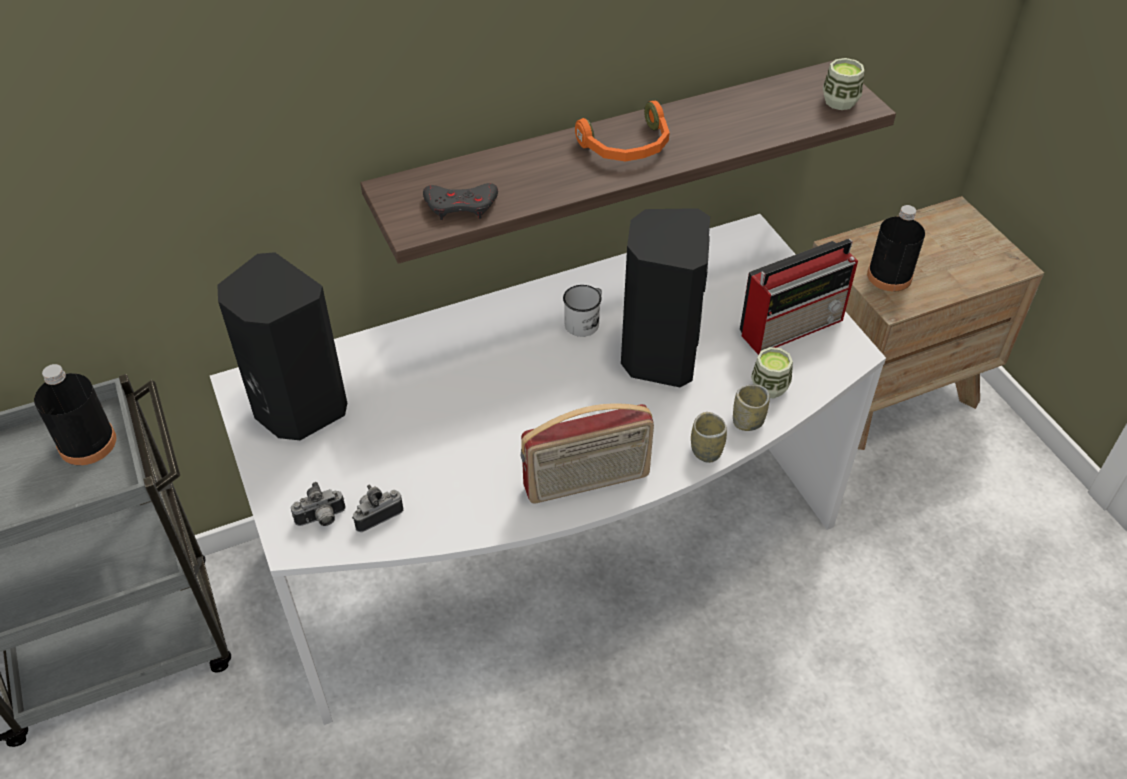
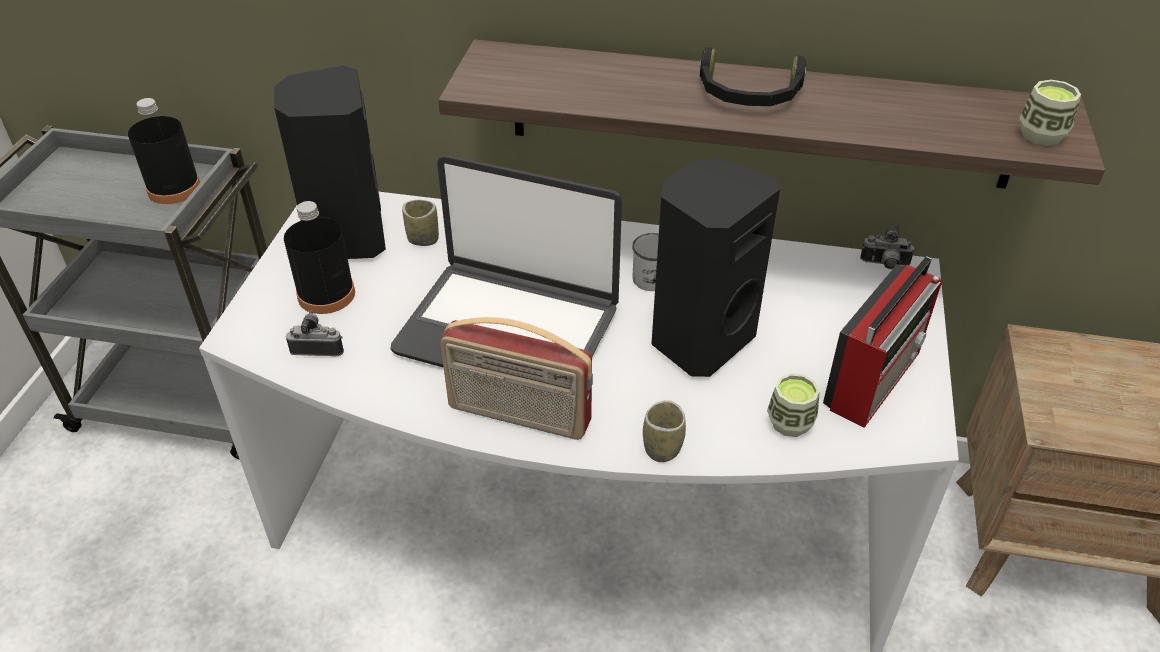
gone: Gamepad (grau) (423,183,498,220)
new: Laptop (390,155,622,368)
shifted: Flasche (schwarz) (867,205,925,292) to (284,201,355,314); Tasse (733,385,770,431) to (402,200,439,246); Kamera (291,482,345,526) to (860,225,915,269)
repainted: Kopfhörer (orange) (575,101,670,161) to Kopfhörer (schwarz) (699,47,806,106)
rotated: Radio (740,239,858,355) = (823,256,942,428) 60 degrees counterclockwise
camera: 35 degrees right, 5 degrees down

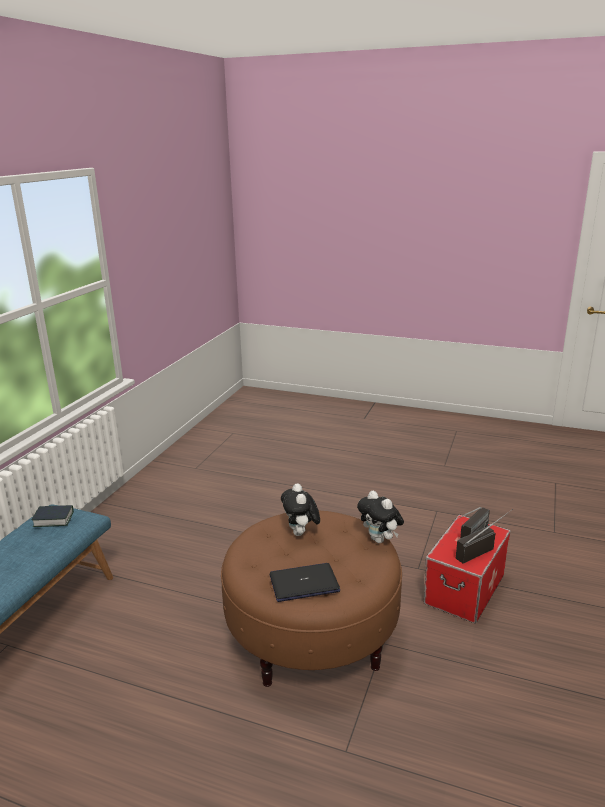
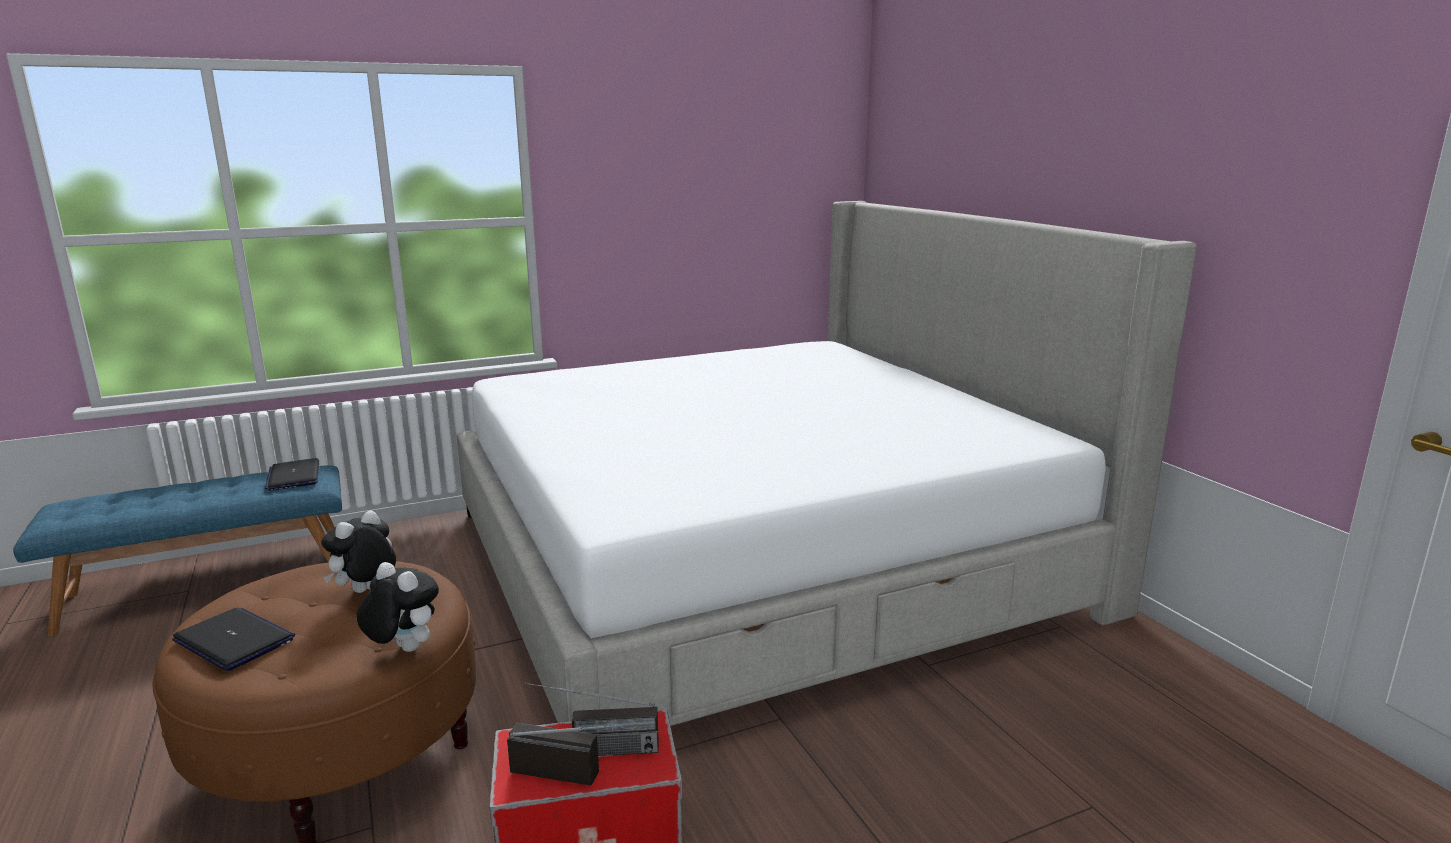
new: Bett (457,201,1197,726)
swapped: Buch (32,505,74,527) to Laptop (265,458,319,491)
rotated: Plüschtier (357,491,404,543) = (357,562,439,652) 120 degrees clockwise
camera: 45 degrees right, 5 degrees down

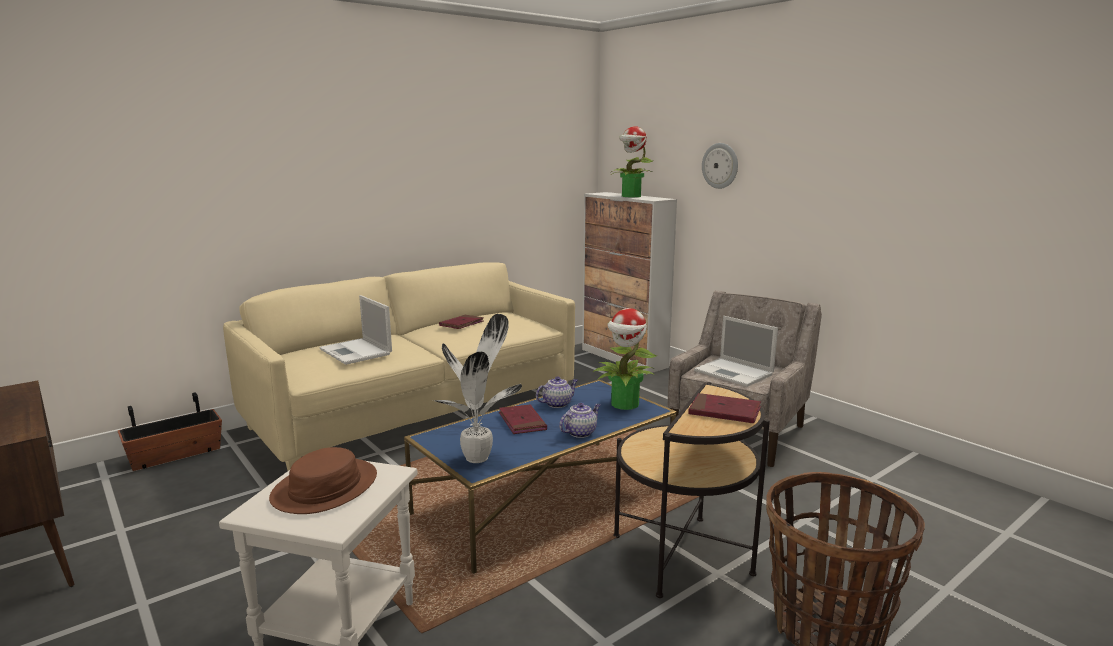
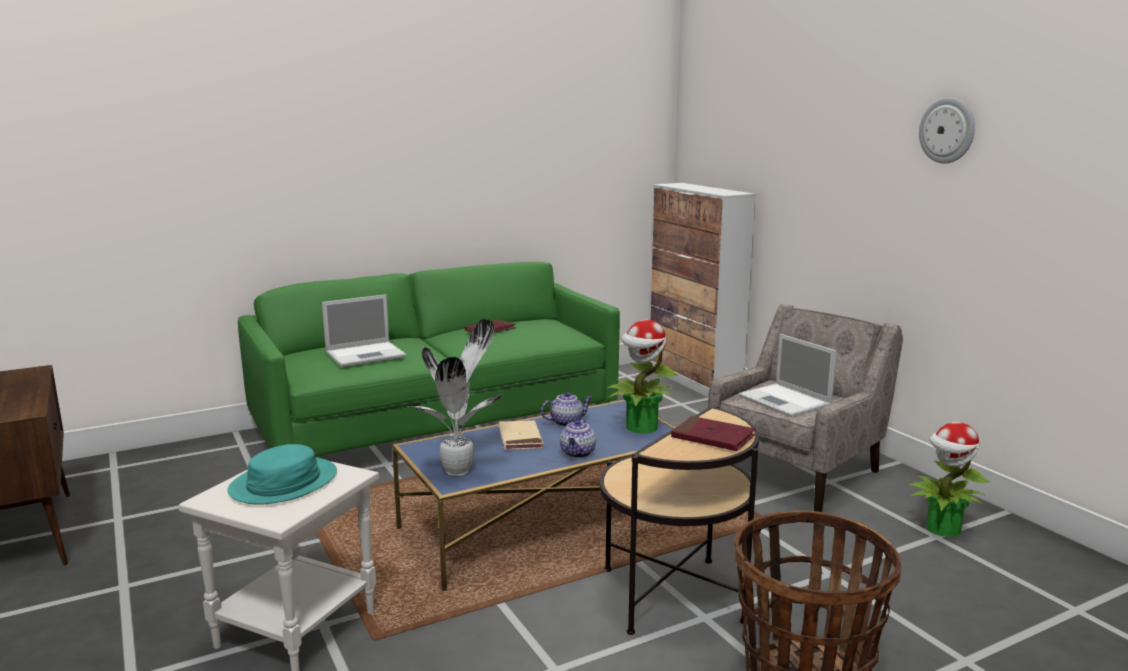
gone: Pflanzkübel (118,392,222,471)
shifted: Topfpflanze (611,126,653,197) to (908,422,989,537); Wanduhr (702,143,738,189) to (919,97,975,164)
repainted: Sofa (beige) (223,262,575,471) to Sofa (grün) (238,262,620,457); Buch (rot) (499,404,547,434) to Buch (beige) (499,421,544,450); Hut (braun) (269,447,377,514) to Hut (türkis) (228,444,337,505)
rotated: Laptop (319,295,392,365) = (322,294,406,367) 90 degrees counterclockwise; Teekanne (559,403,600,438) = (560,418,596,458) 135 degrees clockwise
camera: 10 degrees right, 0 degrees up

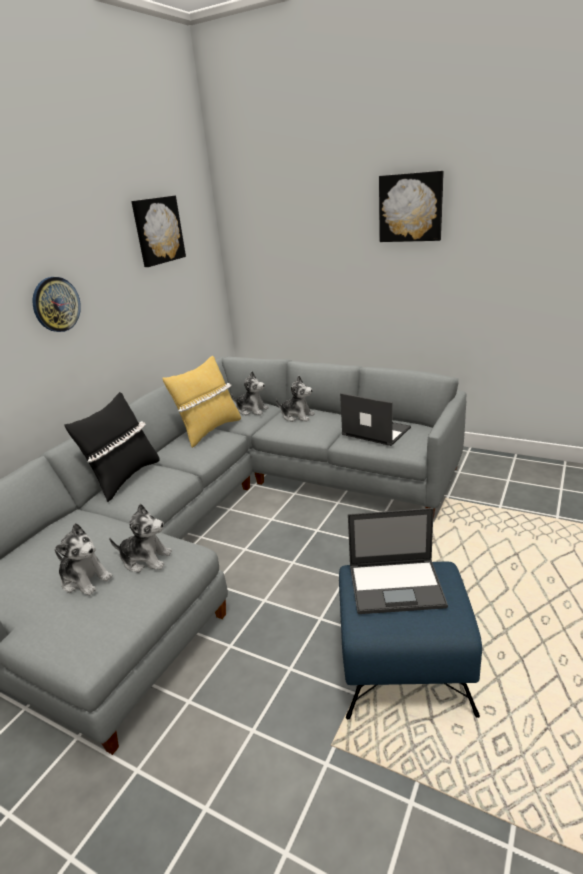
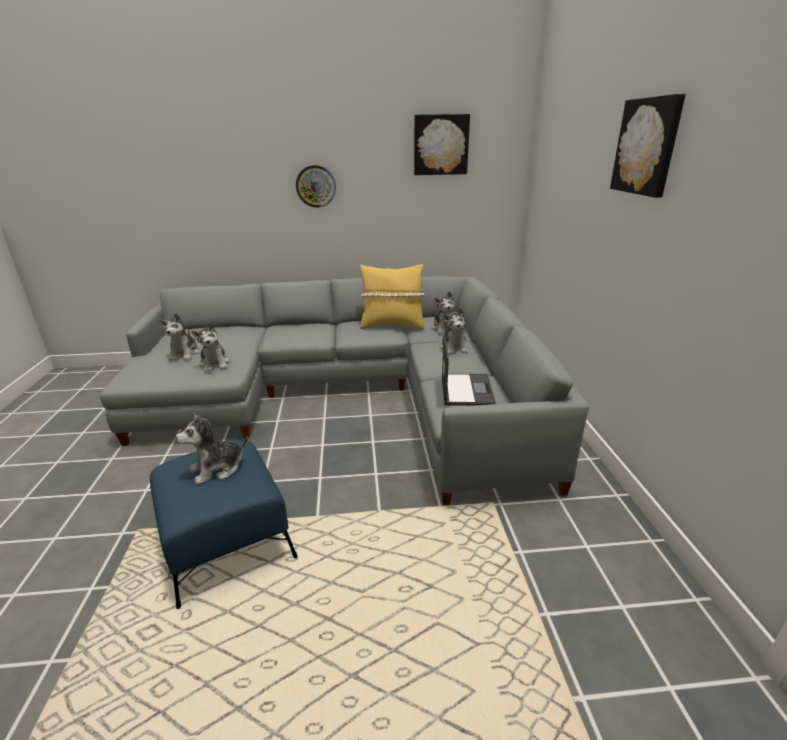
gone: Kissen (schwarz) (64,392,160,502)
swapped: Laptop (348,508,448,614) to Plüschtier (176,413,248,485)
camera: 55 degrees right, 0 degrees up

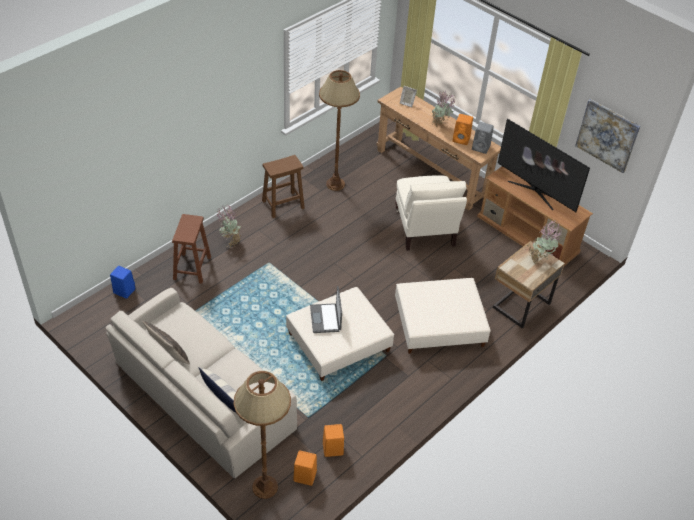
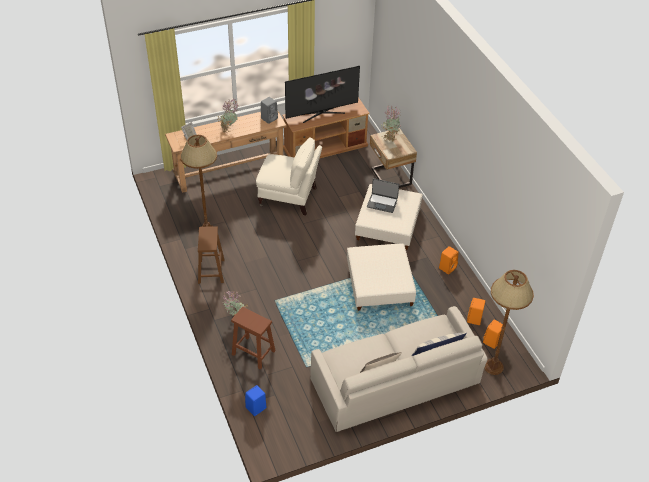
gone: Bild (575,99,641,173)
shifted: Lautsprecher (orange) (452,114,473,145) to (439,246,459,274); Laptop (310,286,342,333) to (367,178,399,213)
camera: 65 degrees left, 0 degrees up

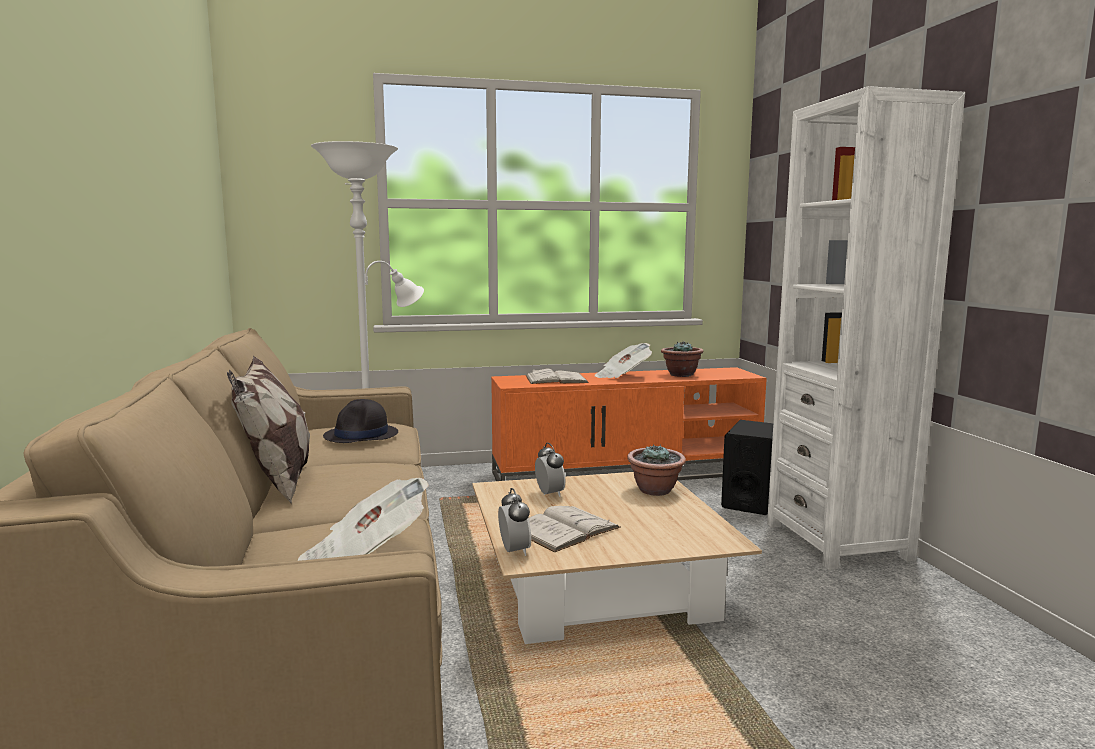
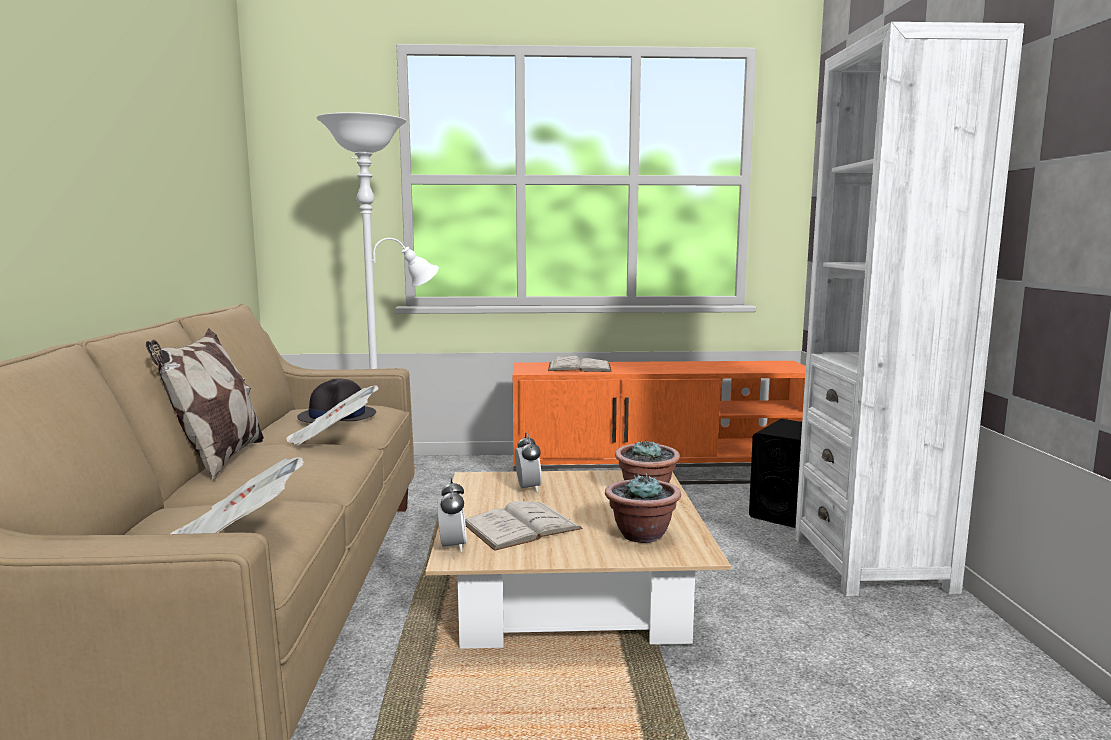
shifted: Topfpflanze (661,341,704,377) to (605,473,681,543); Zeitung (595,343,652,378) to (286,385,378,445)
camera: 10 degrees right, 0 degrees up

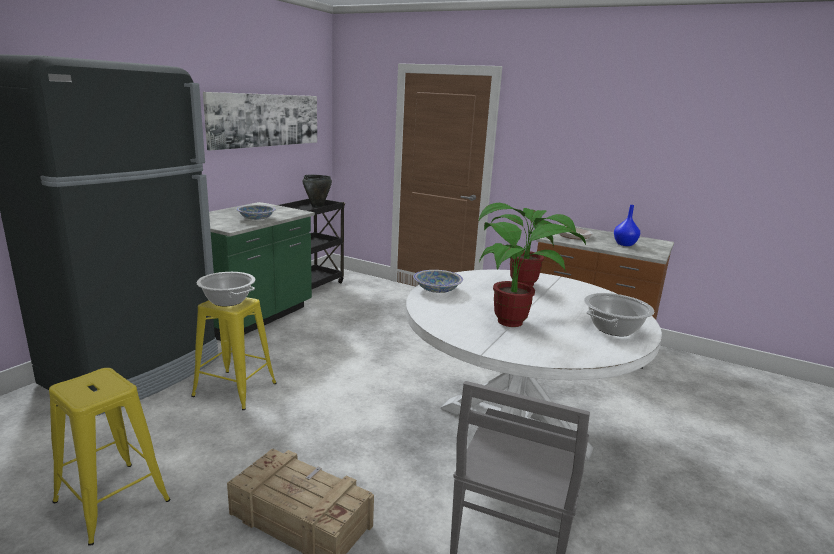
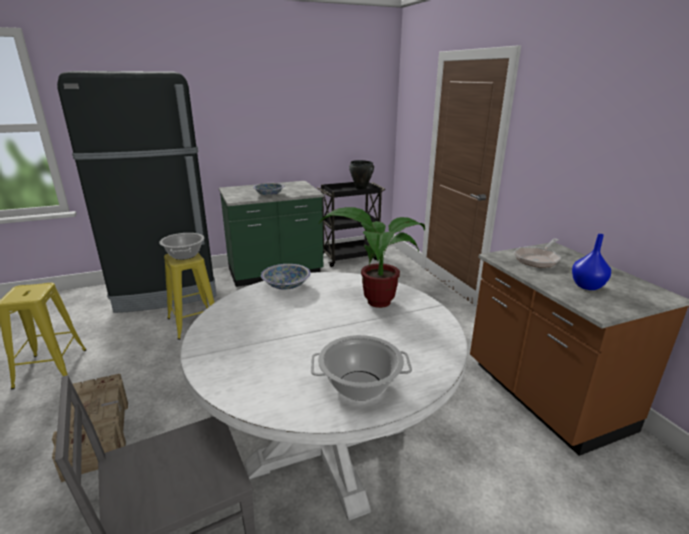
gone: Bild (203,92,317,150); Topfpflanze (479,222,586,327)
camera: 40 degrees right, 5 degrees up

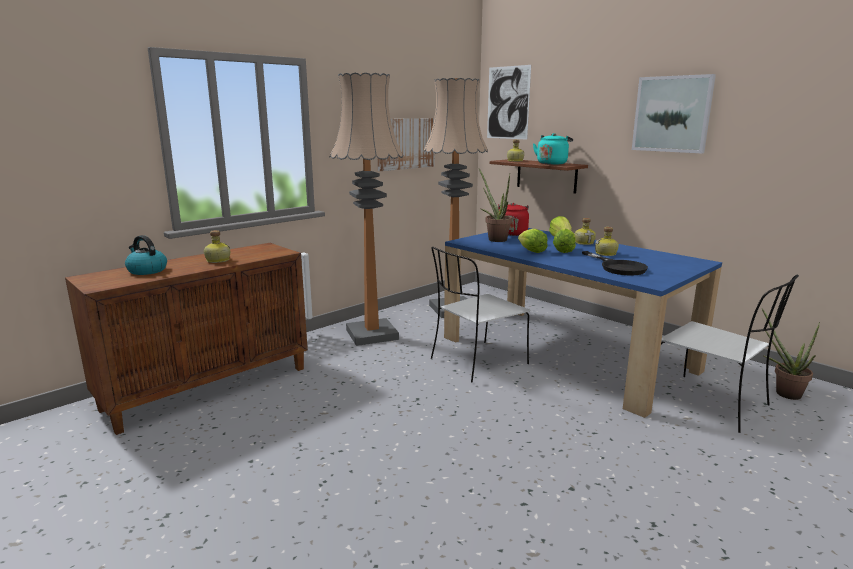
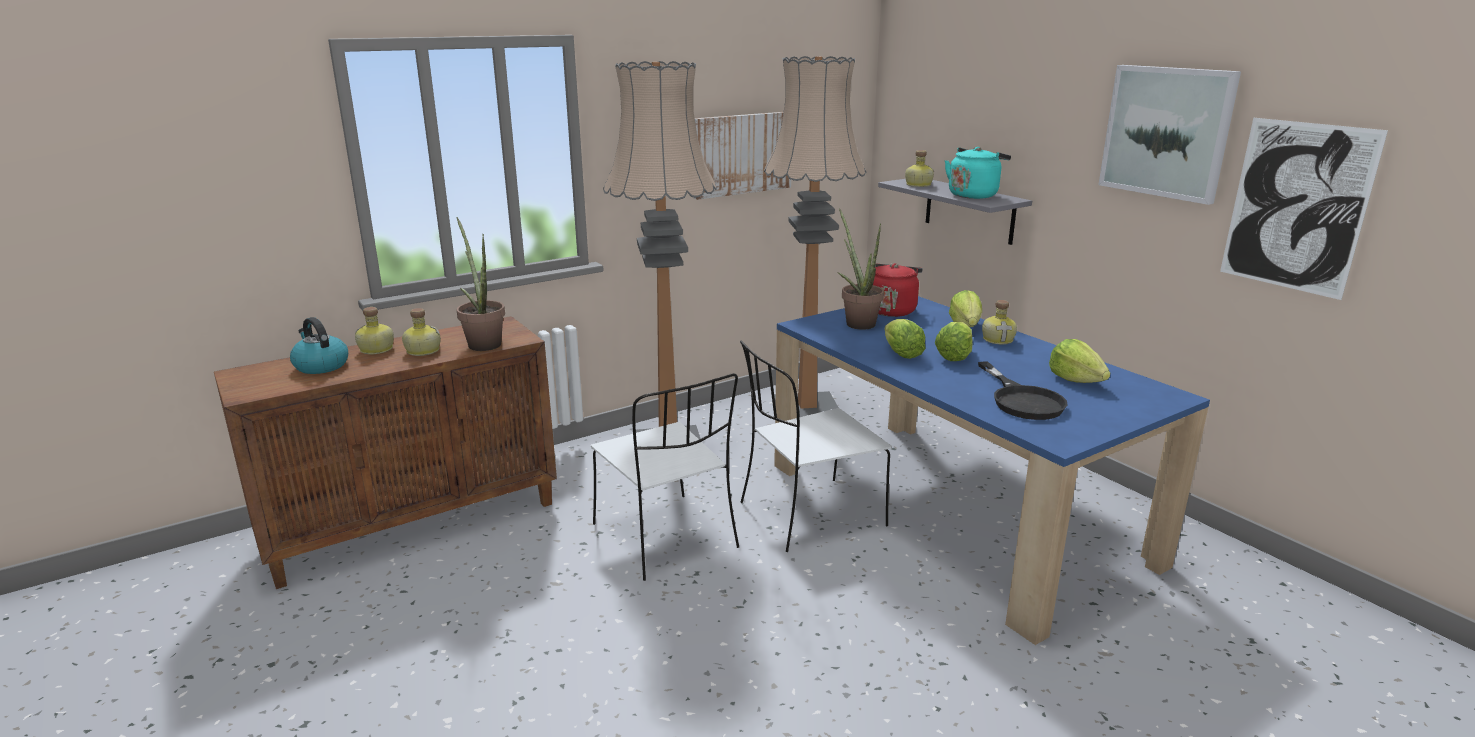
new: Salatkopf (1049,339,1110,383)
shifted: Bild (487,65,531,140) to (1220,118,1388,300); Flasche (595,227,619,256) to (355,307,394,354); Stuhl (weiß) (661,274,799,433) to (591,373,739,581); Topfpflanze (762,308,820,400) to (456,217,505,351)
repainted: Wandregal (braun) (490,159,588,194) to Wandregal (grau) (878,179,1032,245)
camera: 10 degrees right, 5 degrees up

